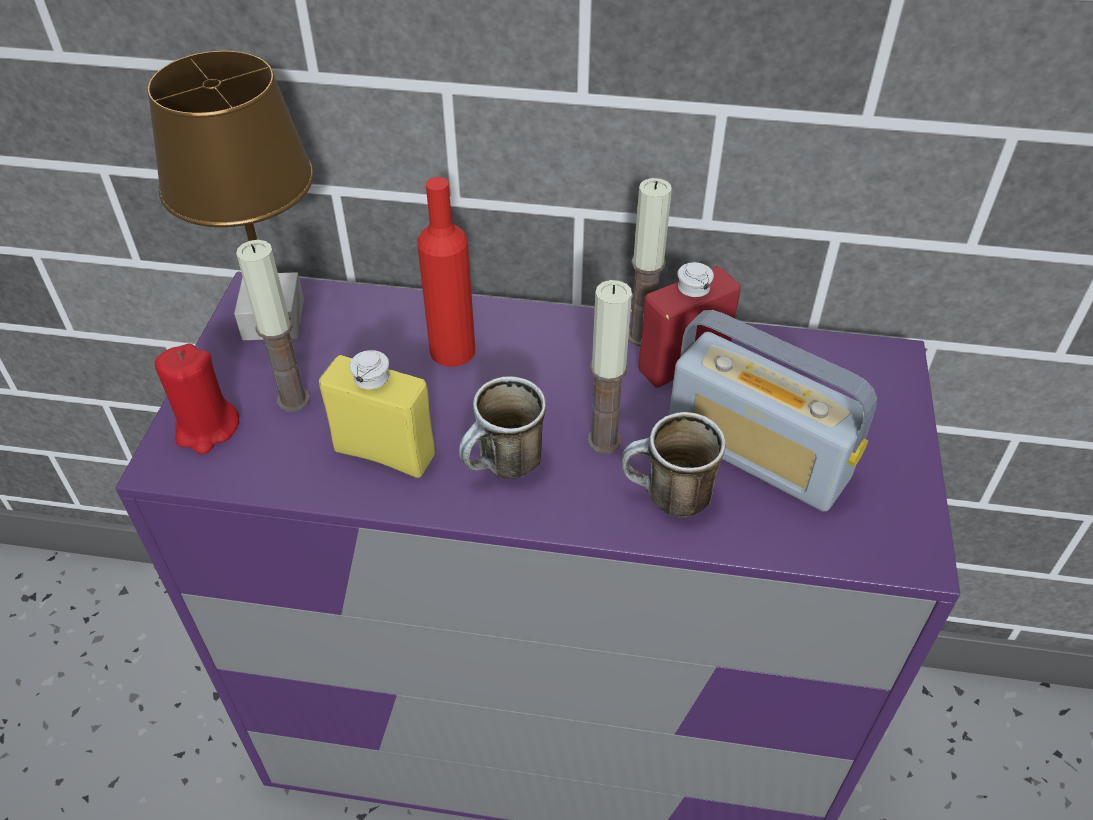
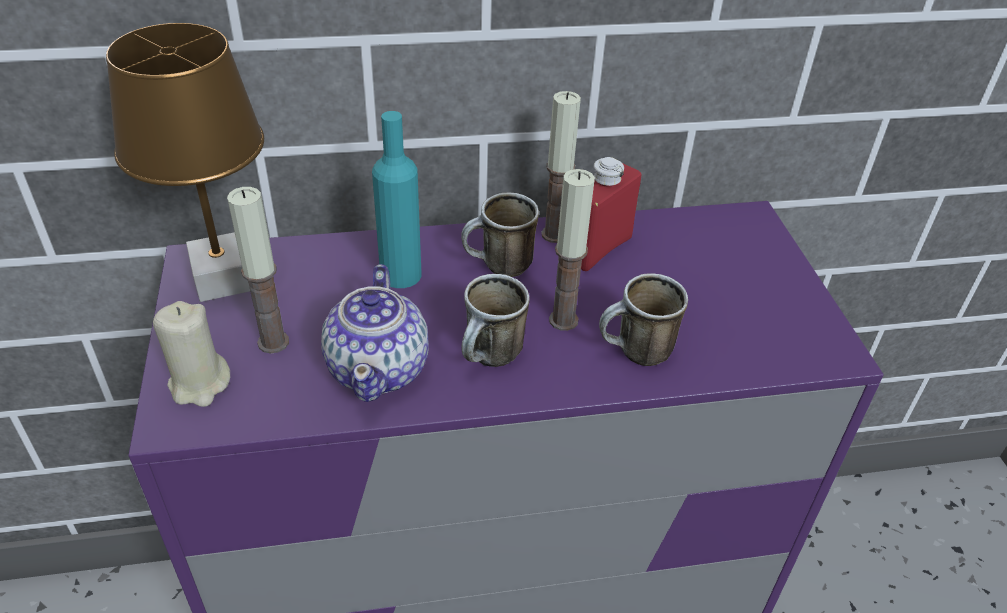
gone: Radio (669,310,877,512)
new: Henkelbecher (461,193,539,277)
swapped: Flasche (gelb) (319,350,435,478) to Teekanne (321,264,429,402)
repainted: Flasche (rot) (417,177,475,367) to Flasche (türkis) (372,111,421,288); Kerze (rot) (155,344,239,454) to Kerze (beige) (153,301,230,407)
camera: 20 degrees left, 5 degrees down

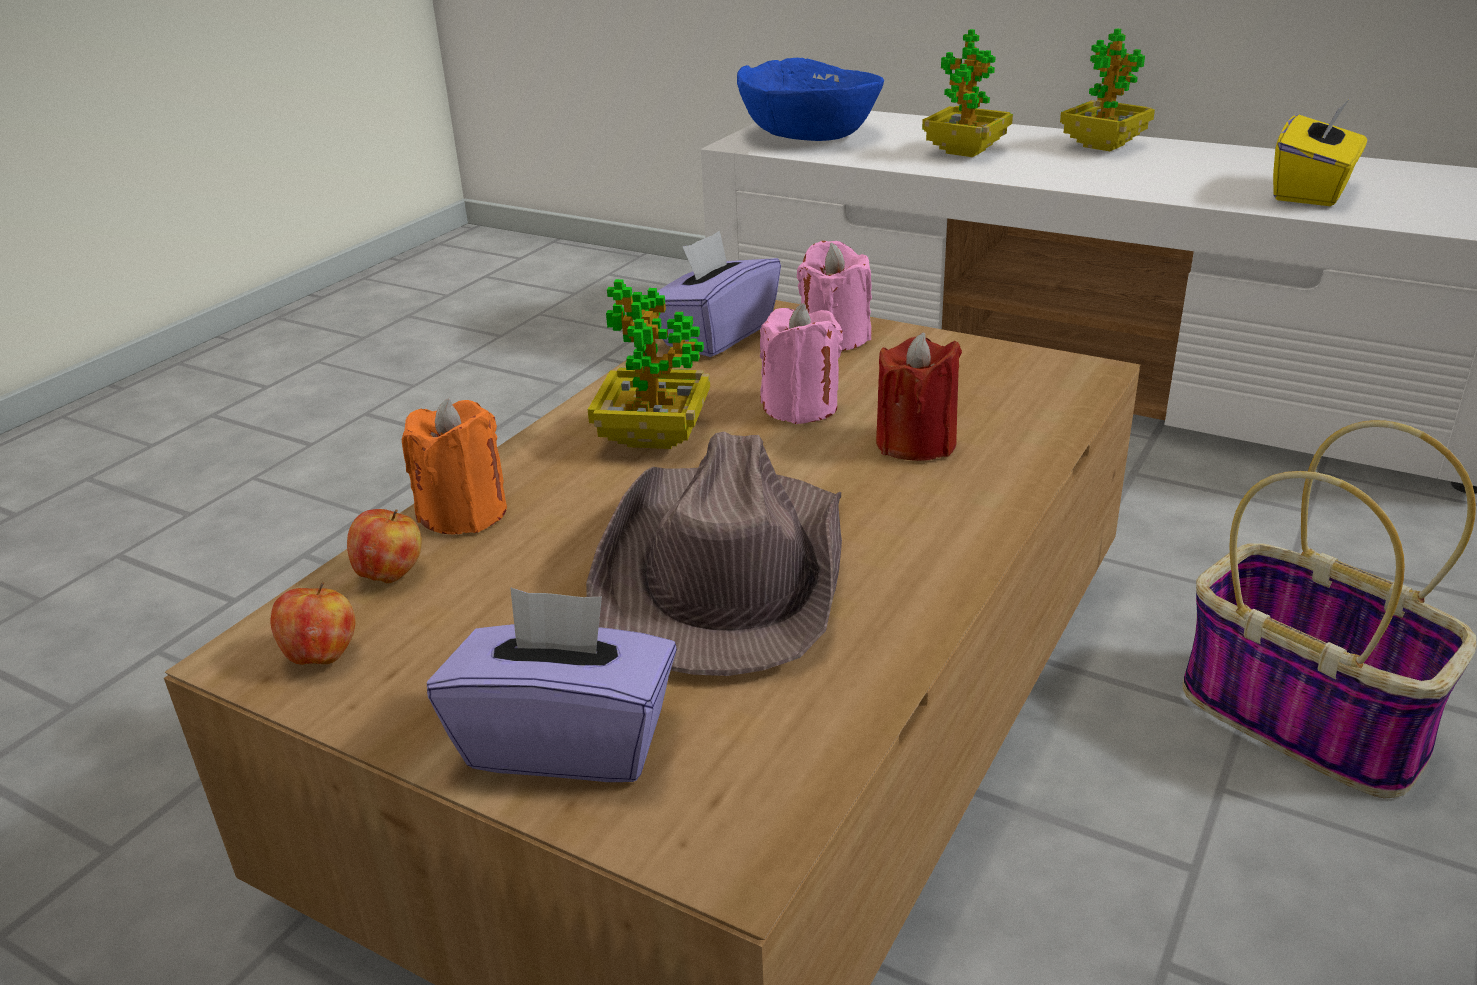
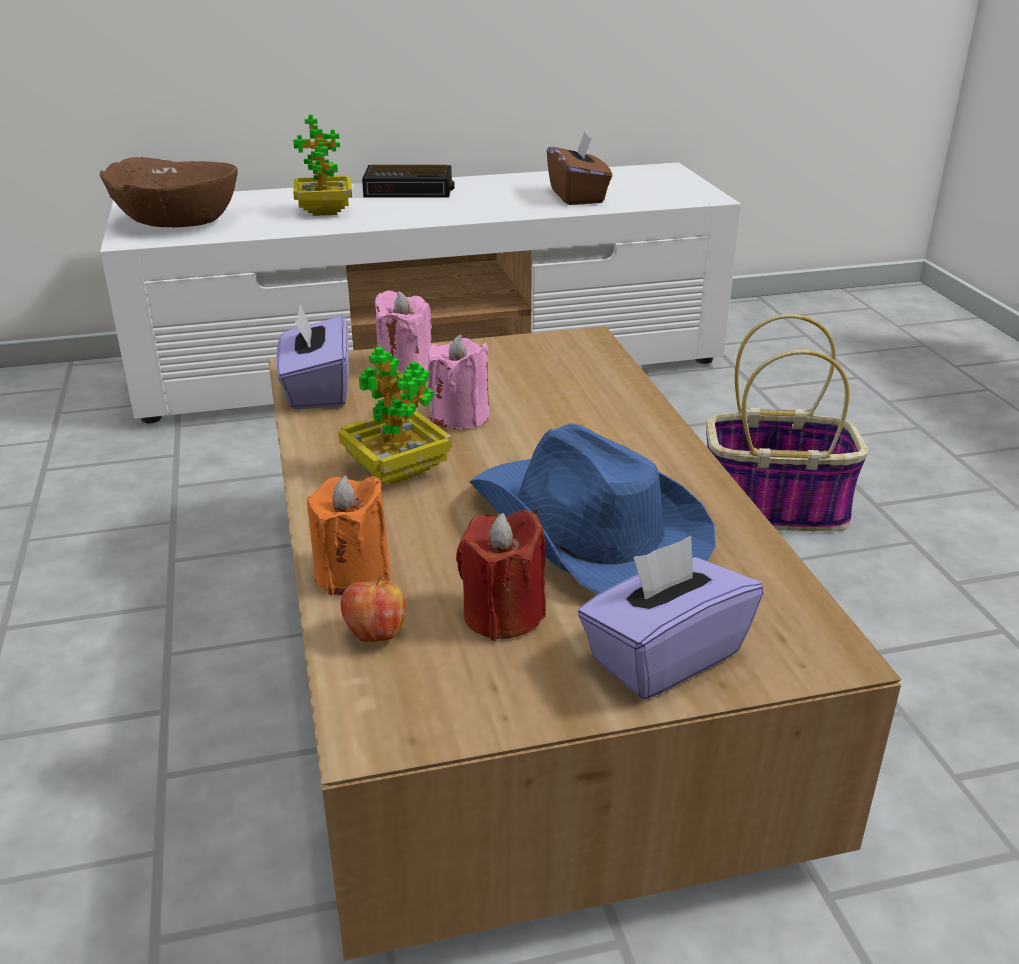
gone: Apfel (270,582,355,665)
shifted: Kerze (rot) (876,332,962,461) to (456,510,546,641)
swapped: Topfpflanze (1060,29,1155,151) to Wecker (362,165,455,198)
repainted: Schüssel (blau) (737,58,884,141) to Schüssel (braun) (100,157,238,227); Taschentuchbox (gelb) (1273,100,1367,206) to Taschentuchbox (braun) (547,132,612,205); Hut (braun) (586,432,842,676) to Hut (blau) (470,423,716,595)
camera: 45 degrees left, 0 degrees up

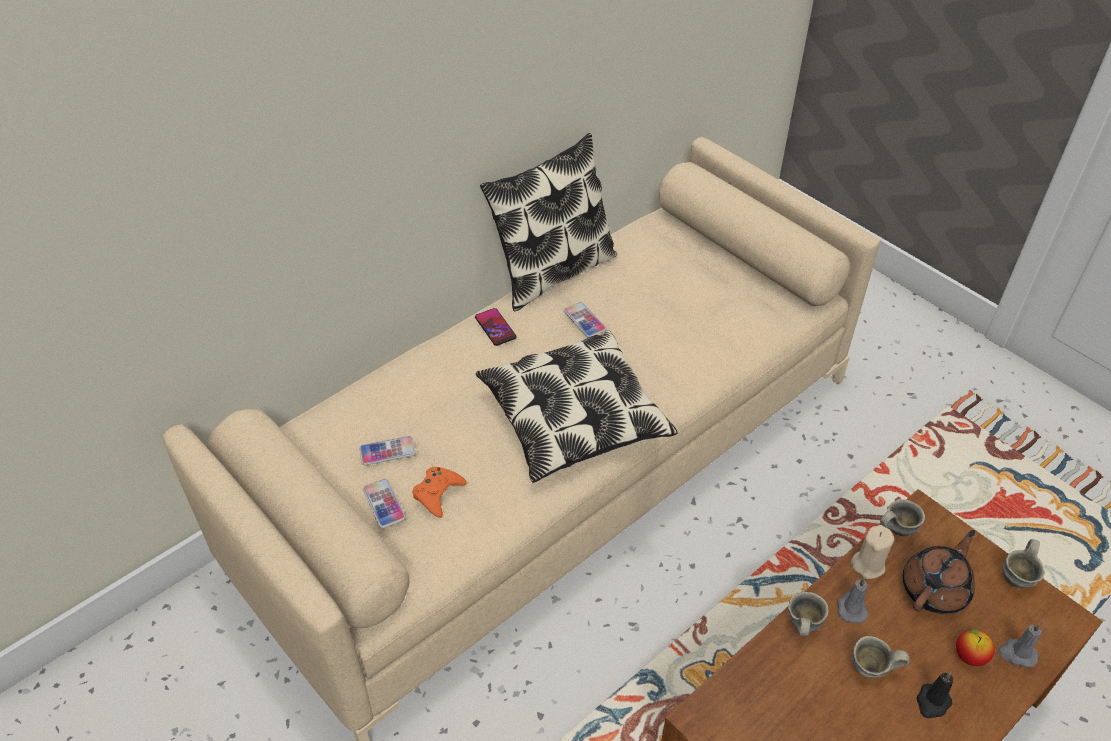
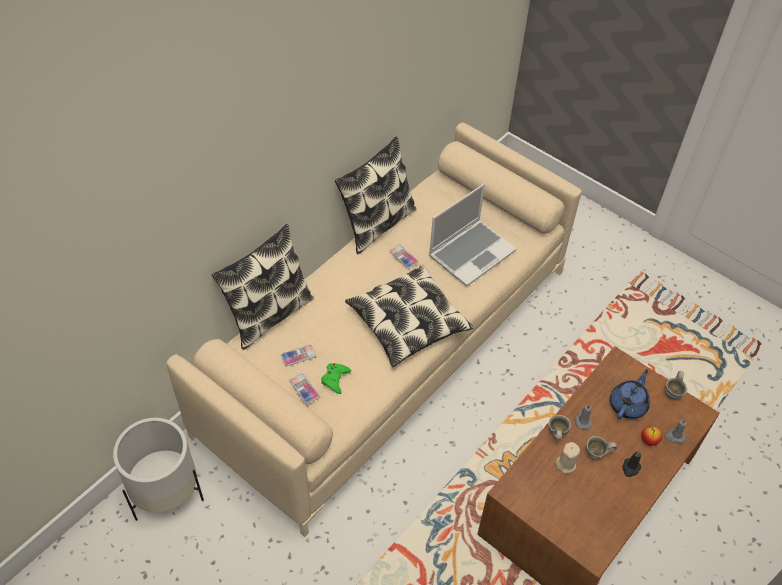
gone: Handy (475,308,516,346); Henkelbecher (grau) (880,499,925,536)
new: Laptop (429,183,516,286); Kissen (212,224,314,350); Pflanzkübel (weiß) (113,418,204,521)
shifted: Kerze (beige) (851,525,894,579) to (555,442,580,474)
repainted: Gamepad (orange) (412,467,466,518) to Gamepad (grün) (321,363,351,394); Teekanne (braun) (902,530,975,614) to Teekanne (blau) (610,369,650,419)
camera: 10 degrees left, 5 degrees up

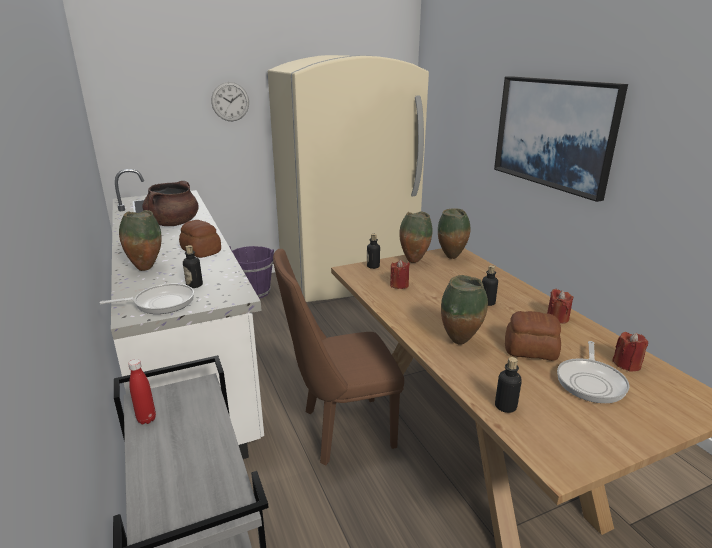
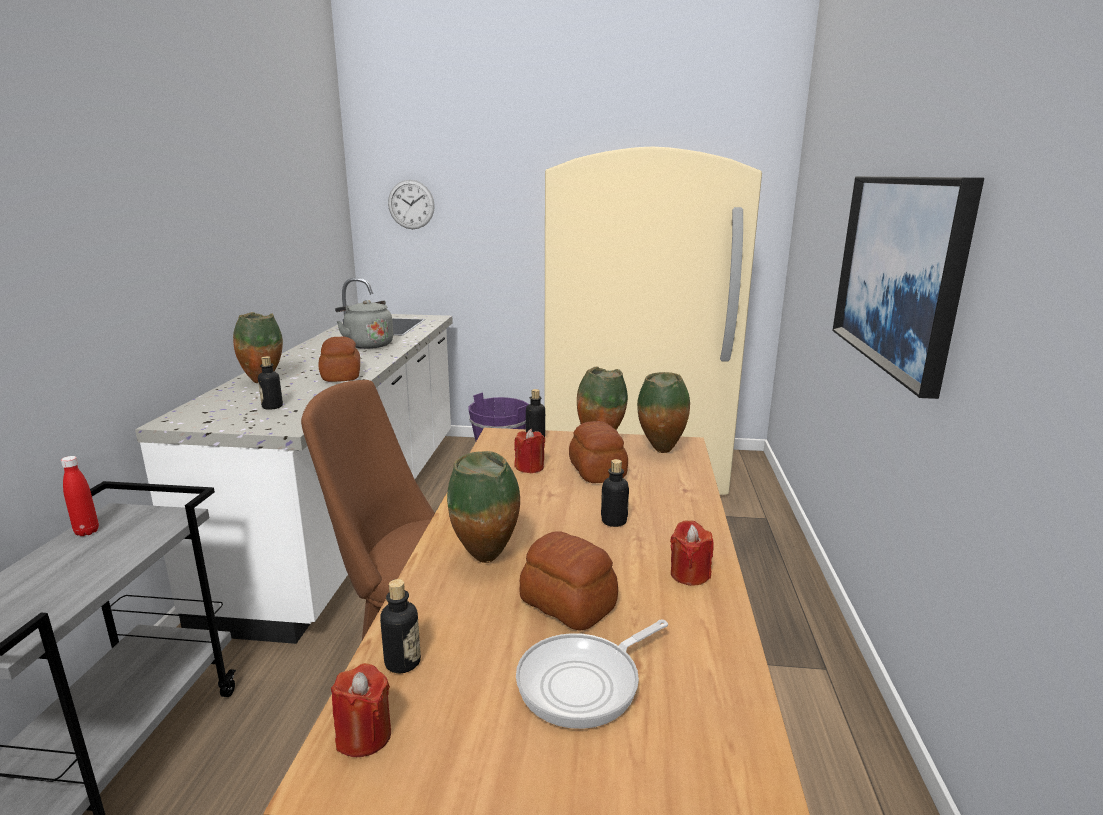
gone: Pfanne (100,284,194,314)
new: Brot (569,421,628,483)
shifted: Wanduhr (211,82,249,121) to (388,180,435,229); Kerze (rot) (612,332,649,372) to (331,663,391,757)
swapped: Kochtopf (braun) (142,181,199,226) to Wasserkessel (grau) (335,300,393,349)
camera: 30 degrees right, 5 degrees down

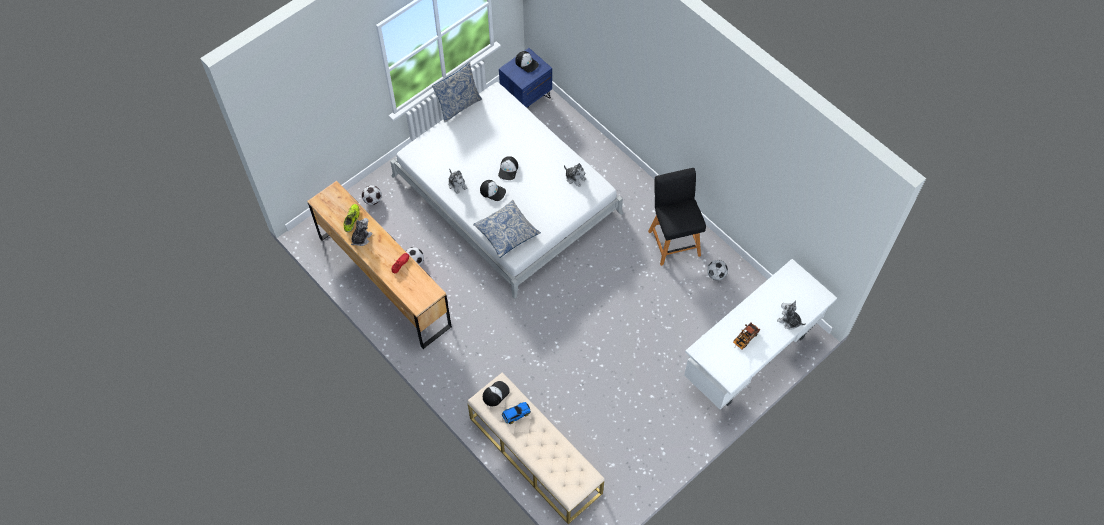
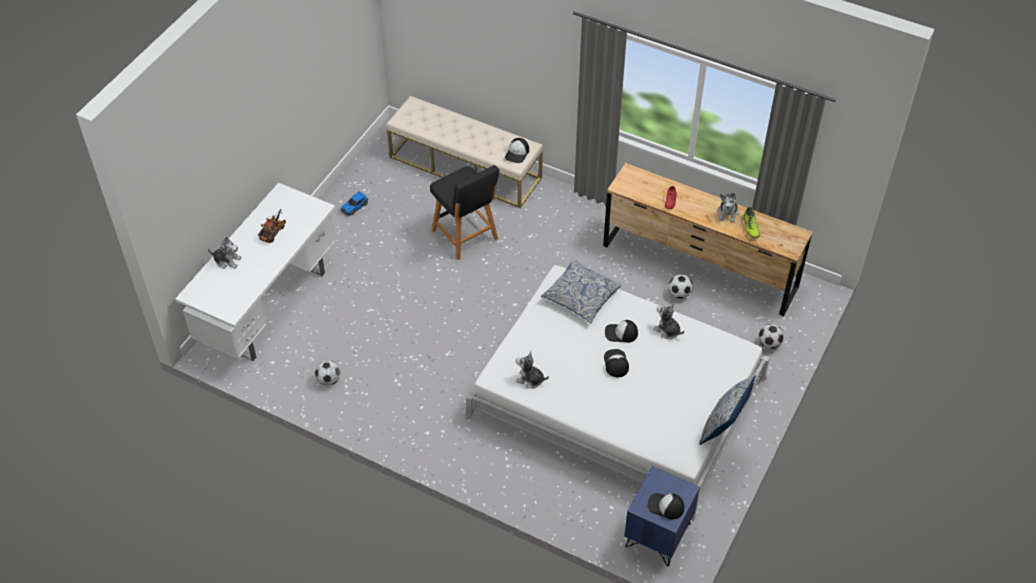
shifted: Hocker (schwarz) (648,168,706,266) to (430,165,499,260); Spielzeugauto (502,402,531,424) to (341,191,368,216)
camera: 160 degrees right, 10 degrees down

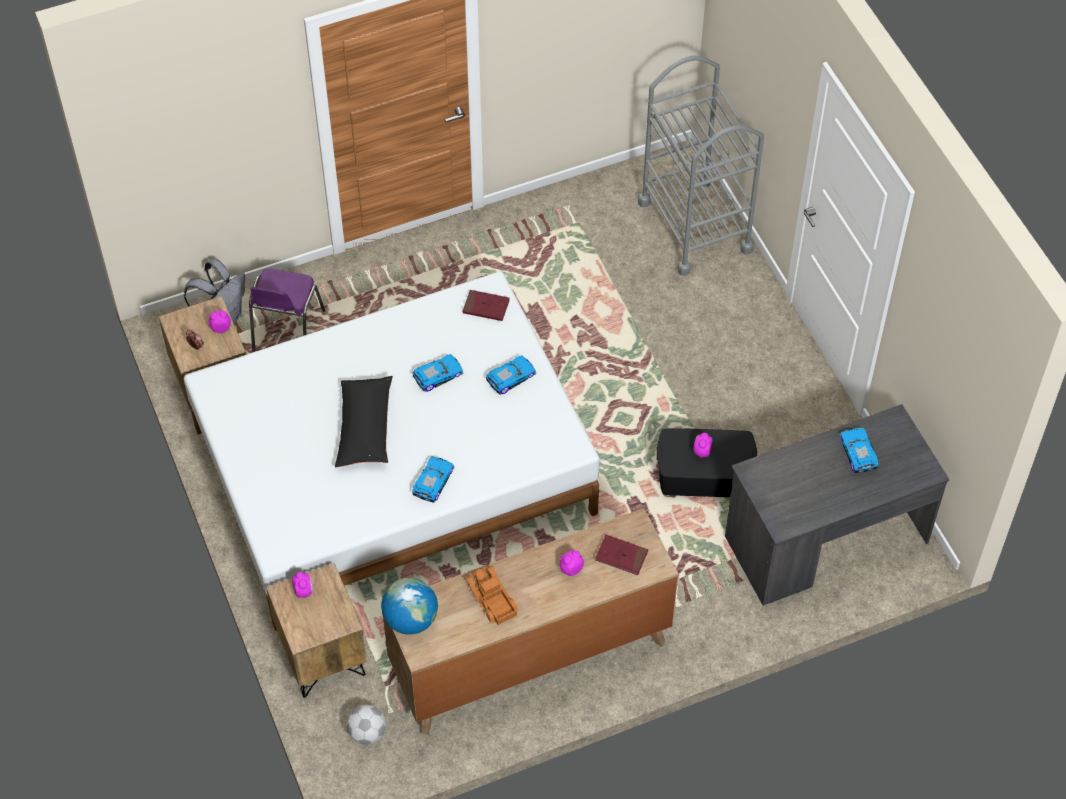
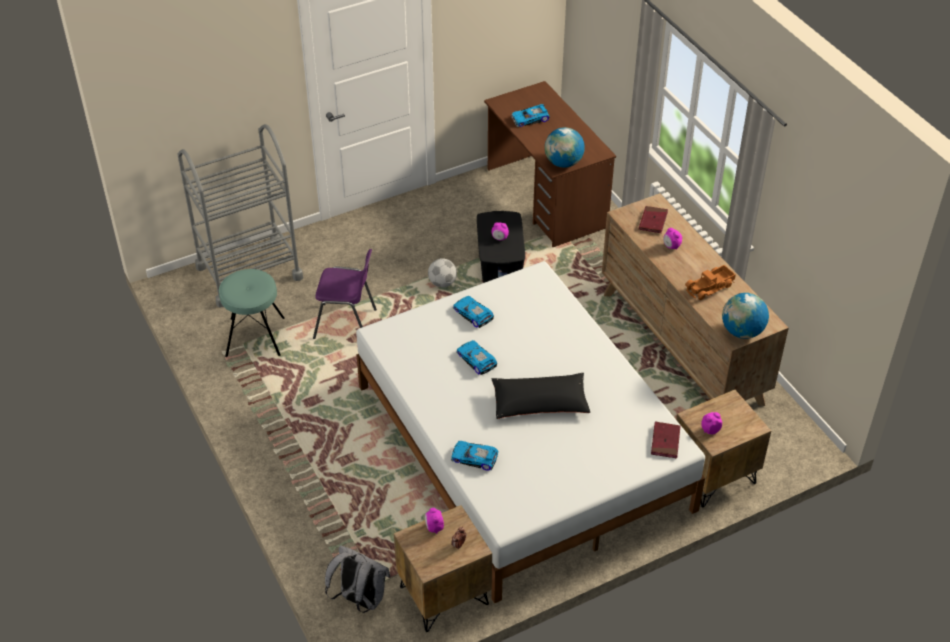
new: Globus (545,127,585,168); Hocker (türkis) (219,269,285,357)
shifted: Stuhl (lila) (249,269,326,352) to (313,249,377,339); Buch (rot) (463,290,510,321) to (651,422,681,458); Spielzeugauto (412,456,455,503) to (451,441,498,471); Fußball (347,705,387,745) to (428,258,457,287)
repainted: Schreibtisch (grau) (725,404,950,606) to Schreibtisch (braun) (484,81,616,247)
camera: 95 degrees left, 10 degrees down

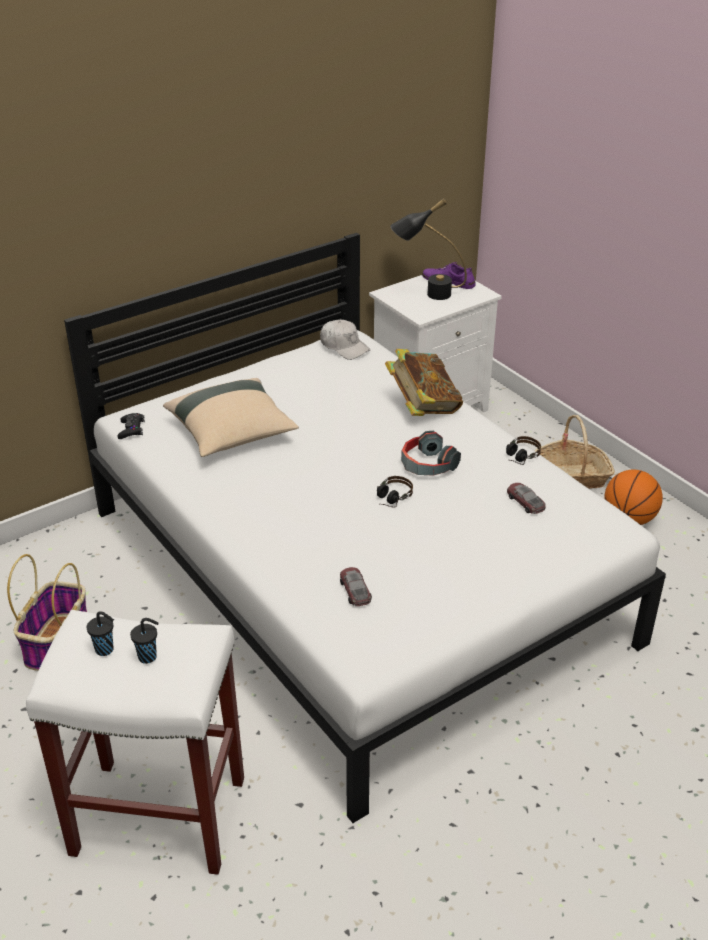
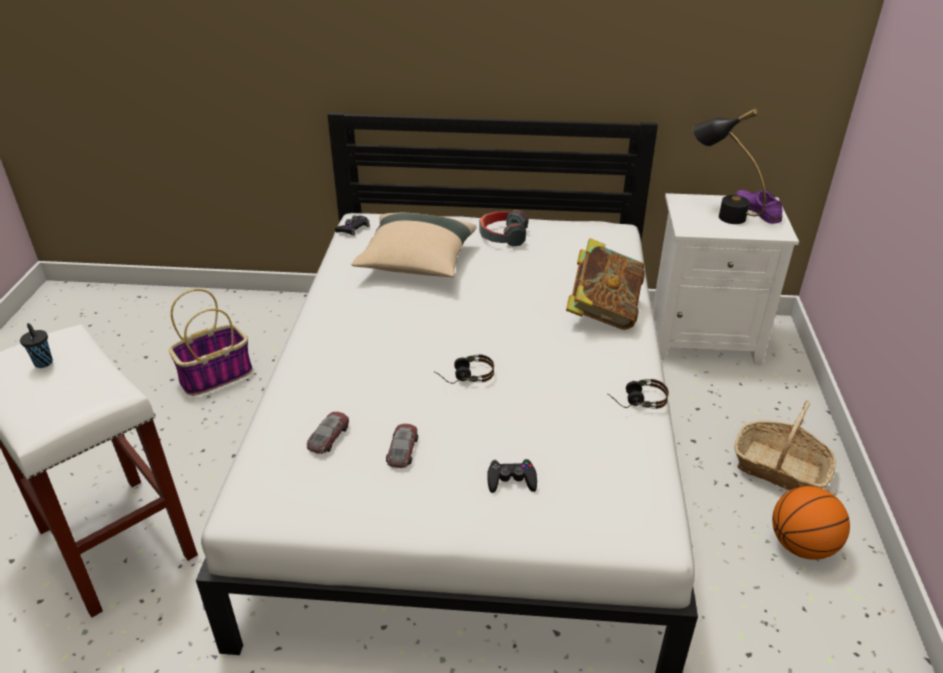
gone: Kappe (weiß) (320,319,371,360); Tasse (schwarz) (130,618,159,664)
new: Gamepad (schwarz) (487,459,537,493)
shifted: Kopfhörer (401,431,461,475) to (480,210,529,247); Spielzeugauto (507,483,546,514) to (386,424,418,468)
camera: 40 degrees right, 0 degrees up

